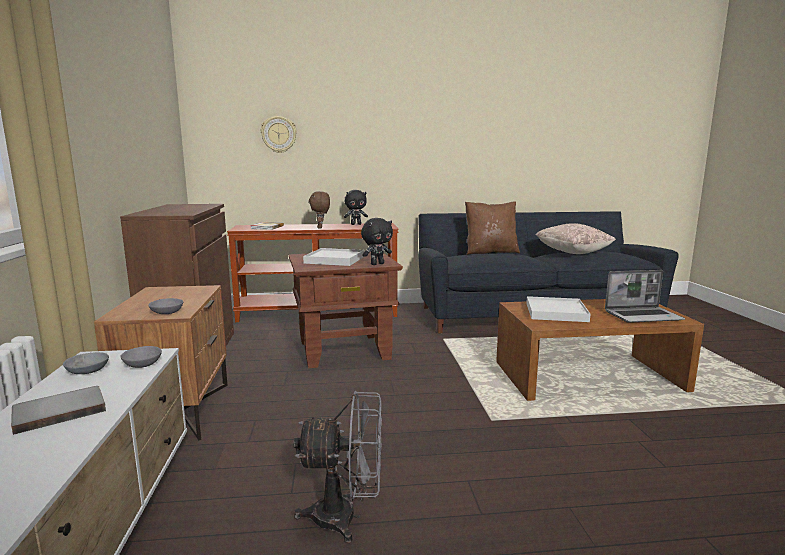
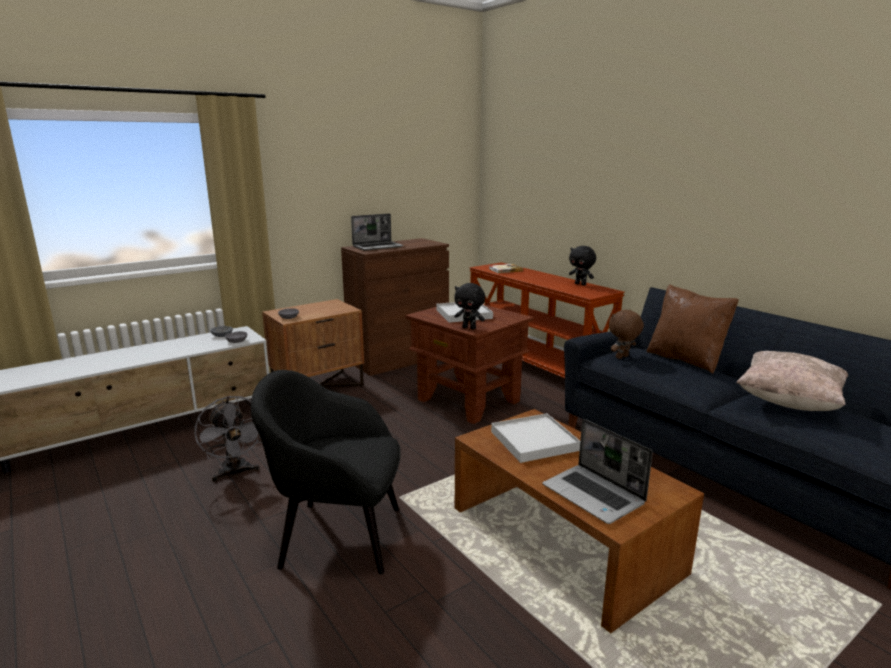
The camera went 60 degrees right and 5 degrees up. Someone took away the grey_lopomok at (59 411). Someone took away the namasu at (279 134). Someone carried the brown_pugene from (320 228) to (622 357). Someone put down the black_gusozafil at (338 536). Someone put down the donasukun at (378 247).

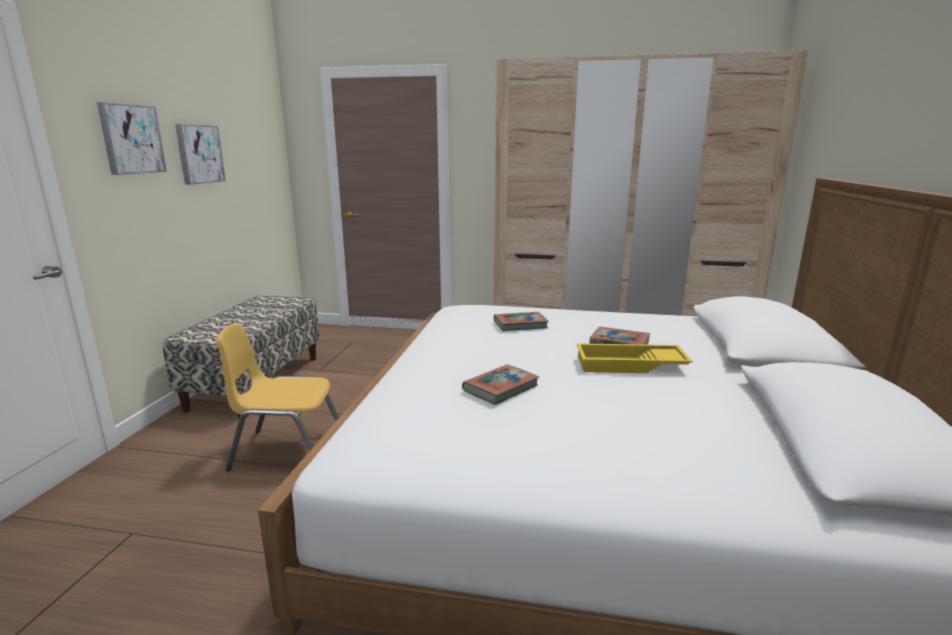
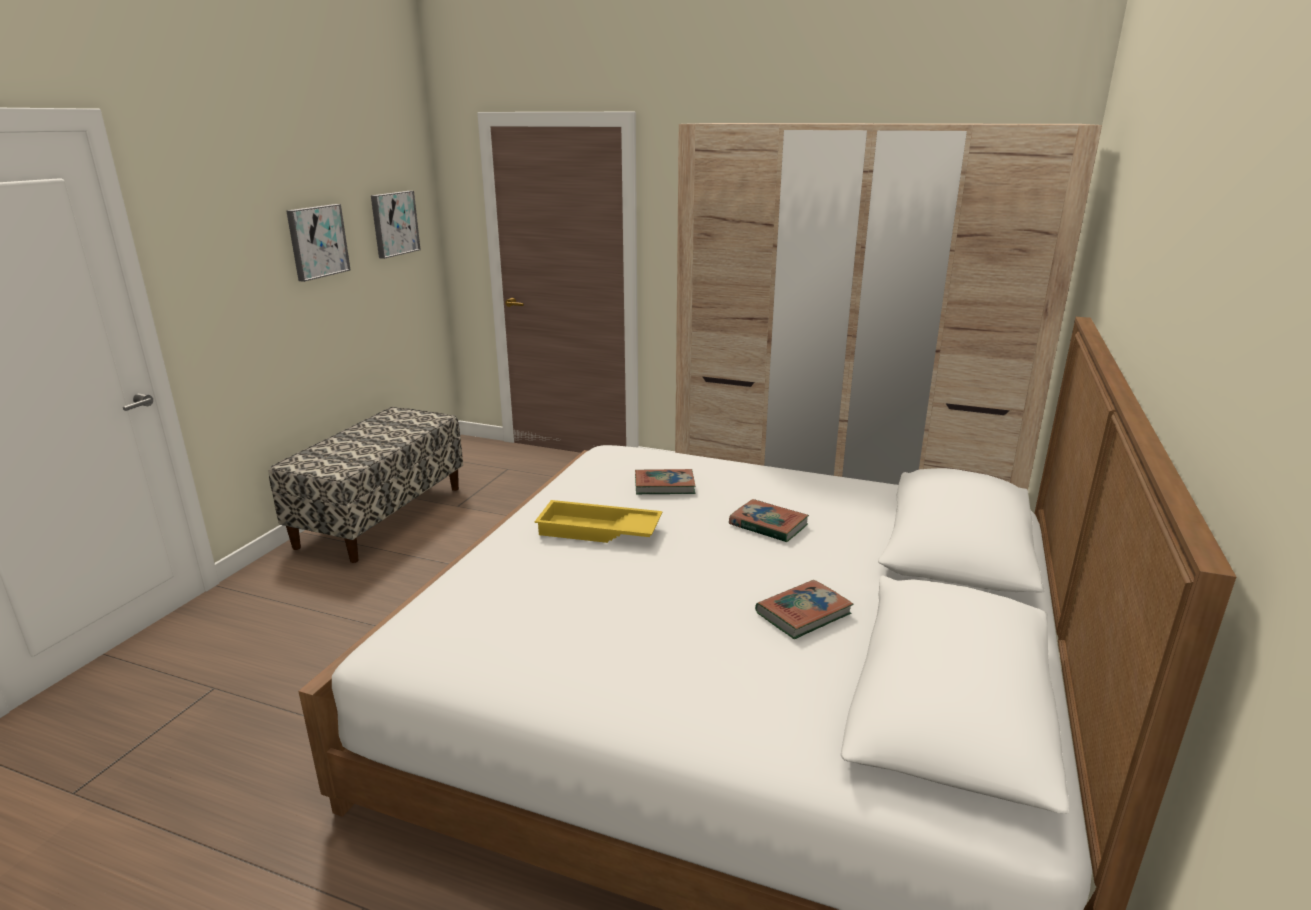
The camera went 10 degrees right and 5 degrees up. Someone carried the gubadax from (131 139) to (394 223). Someone took away the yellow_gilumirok at (288 450). Someone carried the lopomok from (500 388) to (803 613). Someone carried the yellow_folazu from (630 365) to (597 531).

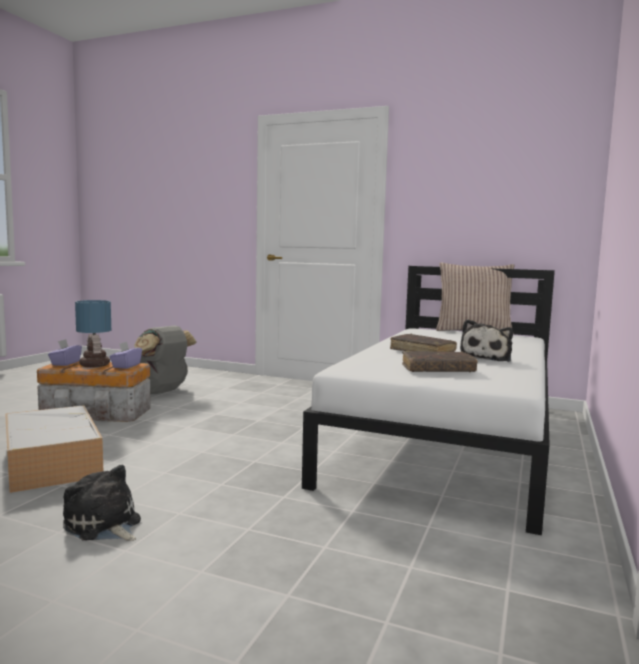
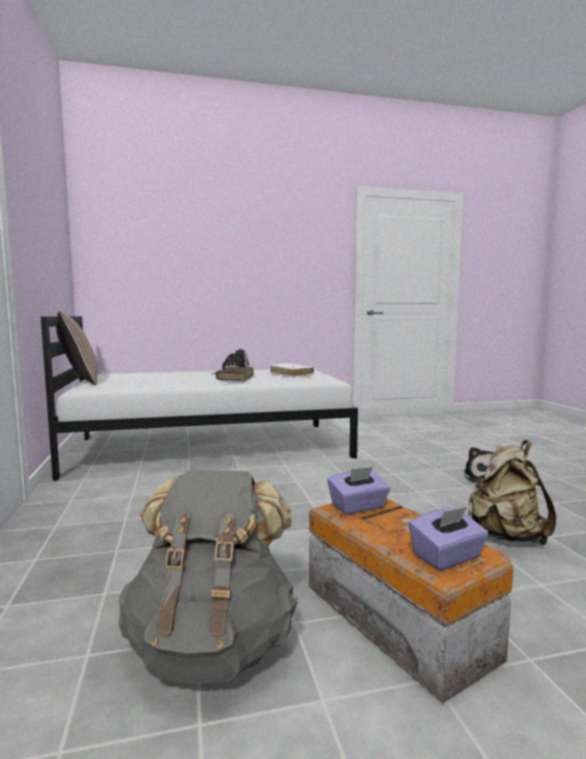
The camera went 125 degrees left and 0 degrees up. Someone swapped the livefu at (51 461) for the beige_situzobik at (506 536). Someone took away the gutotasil at (95 365). Someone repainted the brown_lopomok at (437 370), which became the white_lopomok at (291 374).

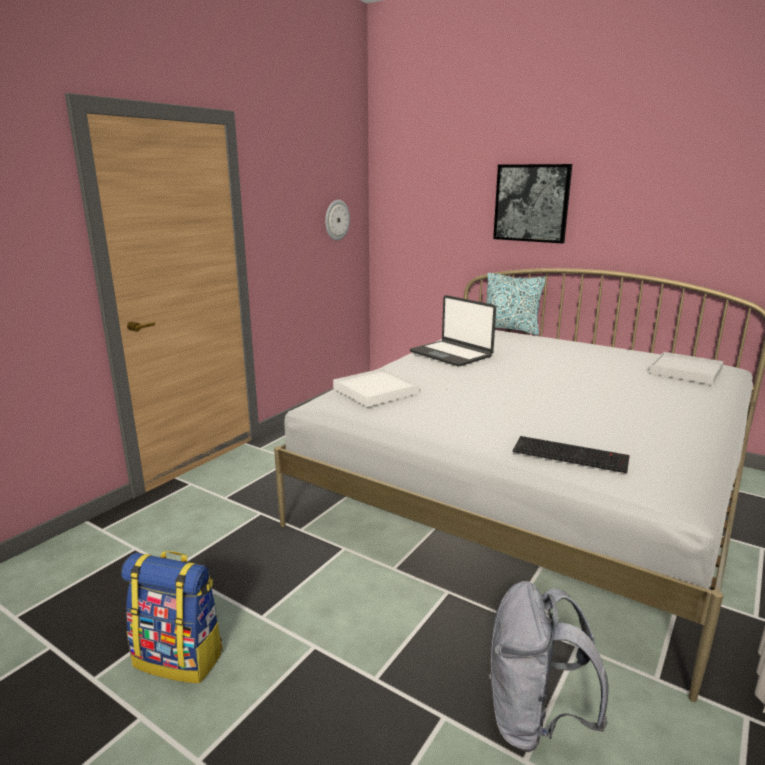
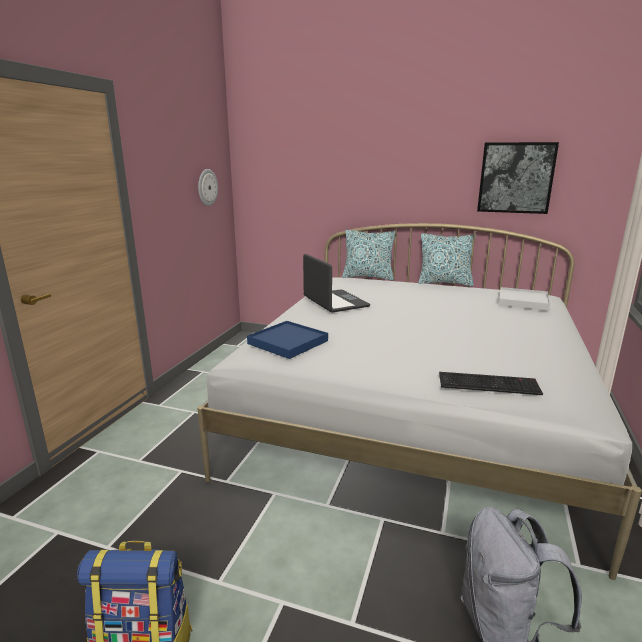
The camera went 15 degrees left and 0 degrees up. Someone repainted the white_folazu at (375 391), which became the blue_folazu at (288 342). Someone rotated the donasukun at (451 354) by 150 degrees counterclockwise. Someone carried the gubadax from (531 203) to (515 178). Someone put down the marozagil at (444 283).

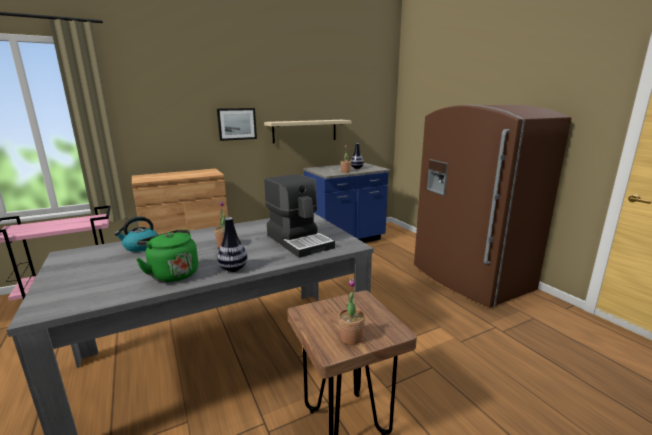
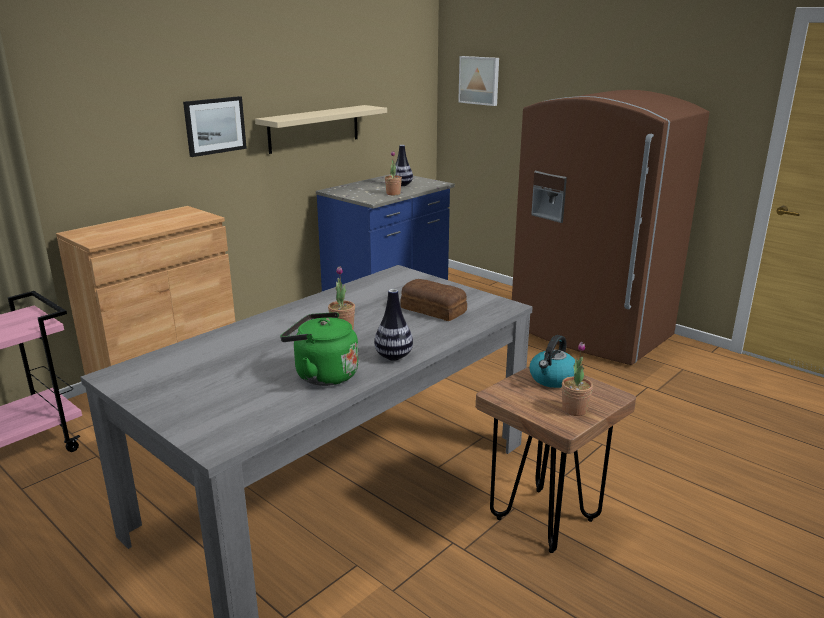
The camera went 20 degrees left and 5 degrees up. Someone carried the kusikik from (141 247) to (552 379). Someone swapped the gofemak at (300 241) for the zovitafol at (433 309). Someone put up the gubadax at (479 80).

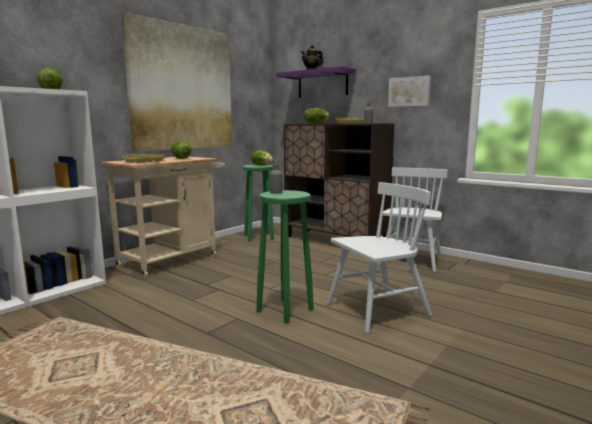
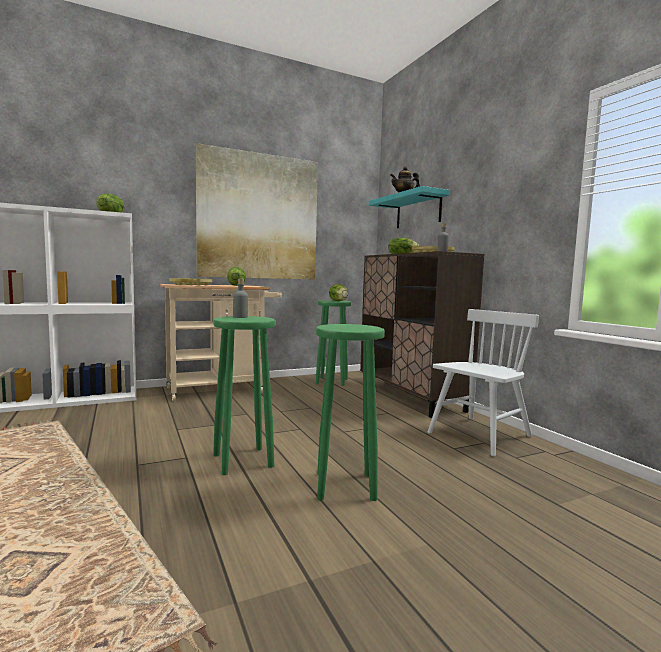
The camera went 25 degrees right and 5 degrees down. Someone repainted the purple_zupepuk at (322 84), which became the turquoise_zupepuk at (418 211). Someone swapped the white_gilumirok at (377 310) for the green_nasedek at (345 486). Someone took away the gubadax at (409 91).

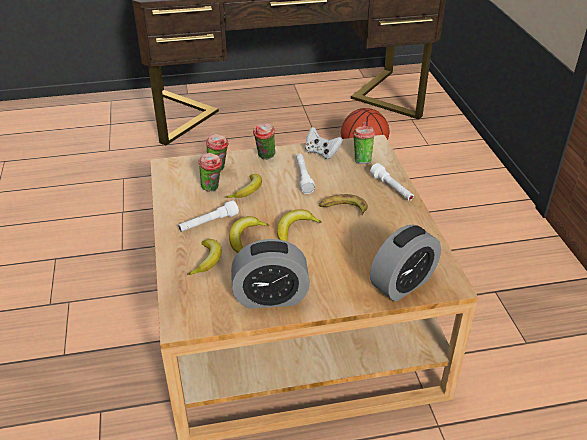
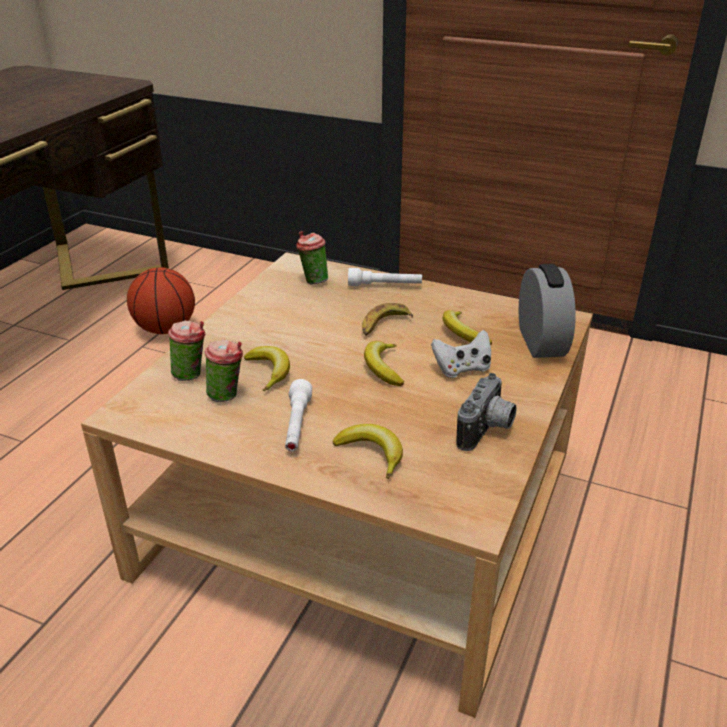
The camera went 55 degrees left and 5 degrees down. Someone carried the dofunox from (245 237) to (462 333). Someone swapped the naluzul at (270 297) for the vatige at (487 431). Someone took away the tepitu at (265 157). Someone took away the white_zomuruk at (303 177). Someone carried the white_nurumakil from (321 153) to (462 369).

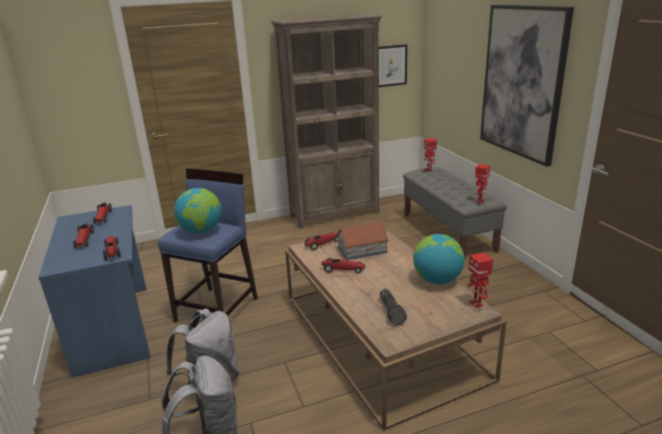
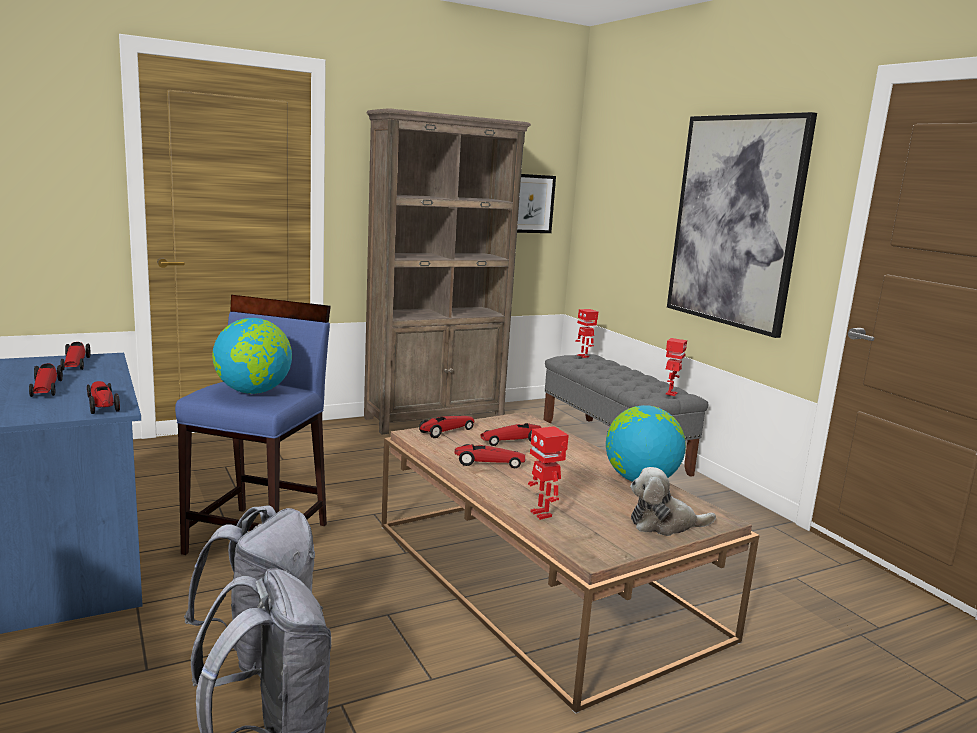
The camera went 10 degrees left and 10 degrees down. Someone swapped the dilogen at (361 250) for the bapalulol at (511 441). Someone took away the zomuruk at (392 312). Someone carried the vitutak from (476 304) to (542 514). Someone put down the pugene at (664 524).

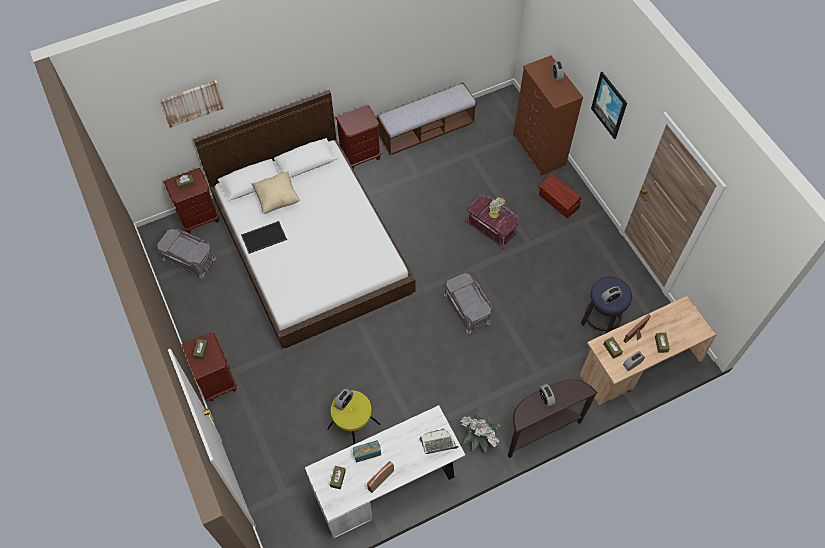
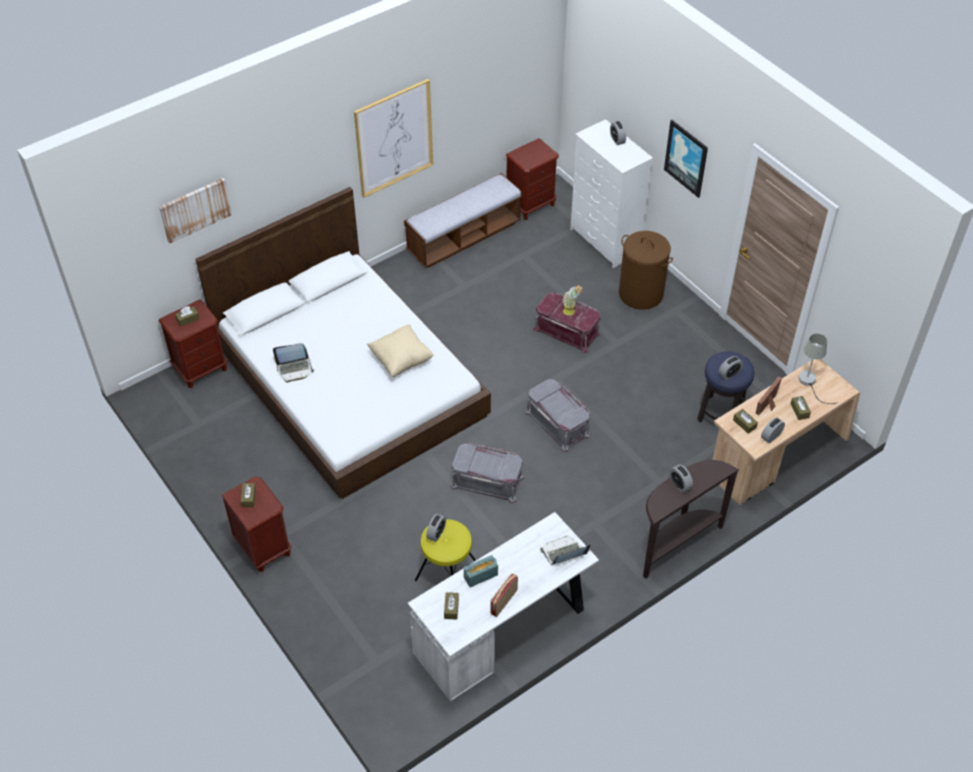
The camera went 10 degrees left and 10 degrees down. Someone carried the grey_livefu from (189 259) to (487 481). Someone swapped the folazu at (264 236) for the donasukun at (295 369). Someone carried the beige_marozagil from (277 198) to (401 359). Someone carried the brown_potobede from (361 156) to (531 204). Someone took away the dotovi at (479 439). Someone repainted the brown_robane at (538 151), which became the white_robane at (605 242). Someone swapped the brown_livefu at (558 202) for the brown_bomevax at (641 293). Someone put up the gubadax at (394 138). Someone put down the grey_gutotasil at (810 383).

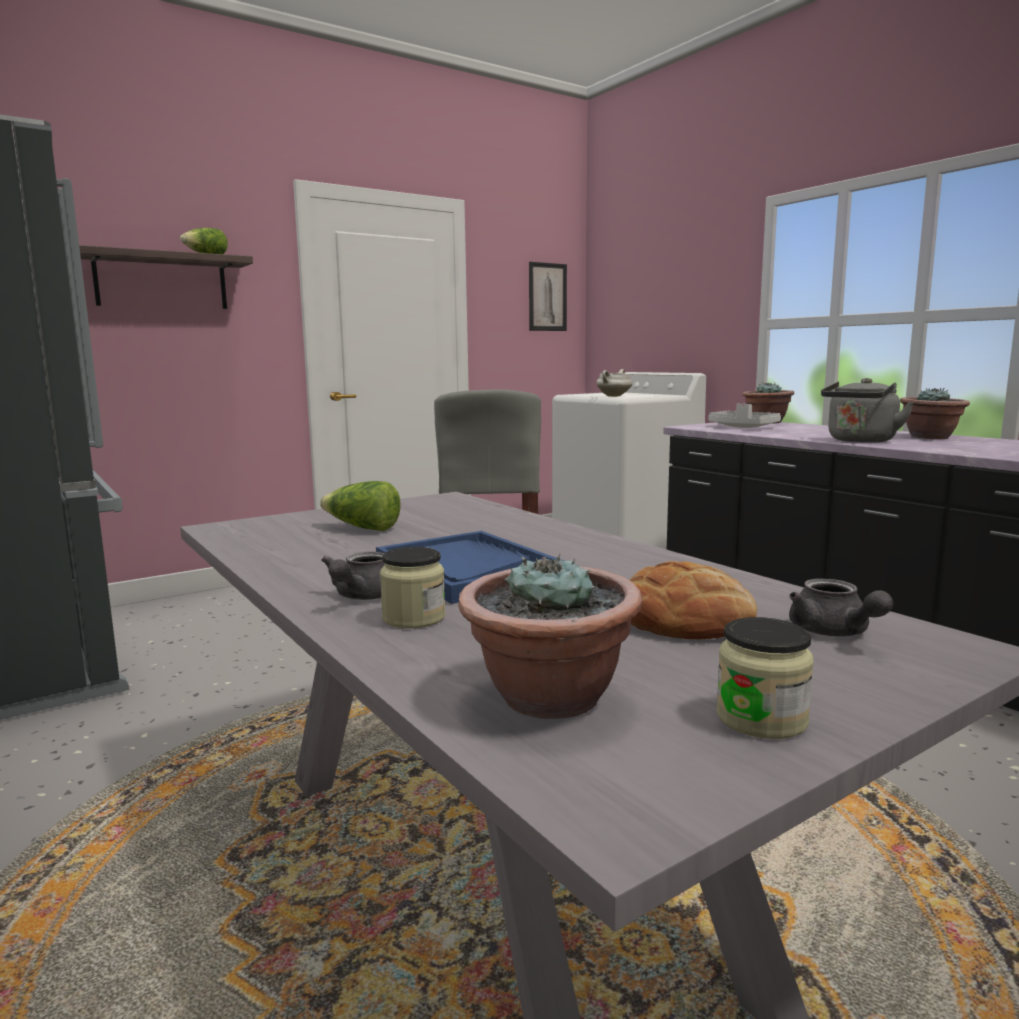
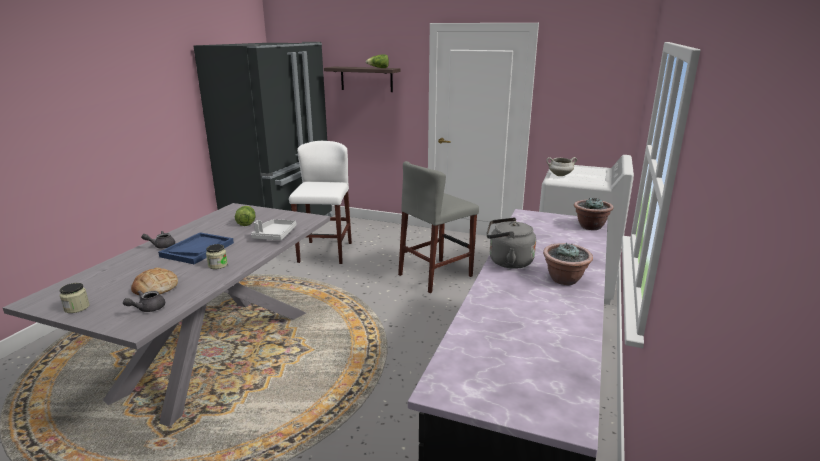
The camera went 55 degrees right and 10 degrees up. Someone carried the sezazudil from (413 618) to (218 265). Someone took away the dotovi at (550 698). Someone took away the gubadax at (547 297). Someone carried the grey_folazu from (742 427) to (274 235). Someone put down the white_nasedek at (325 252).

